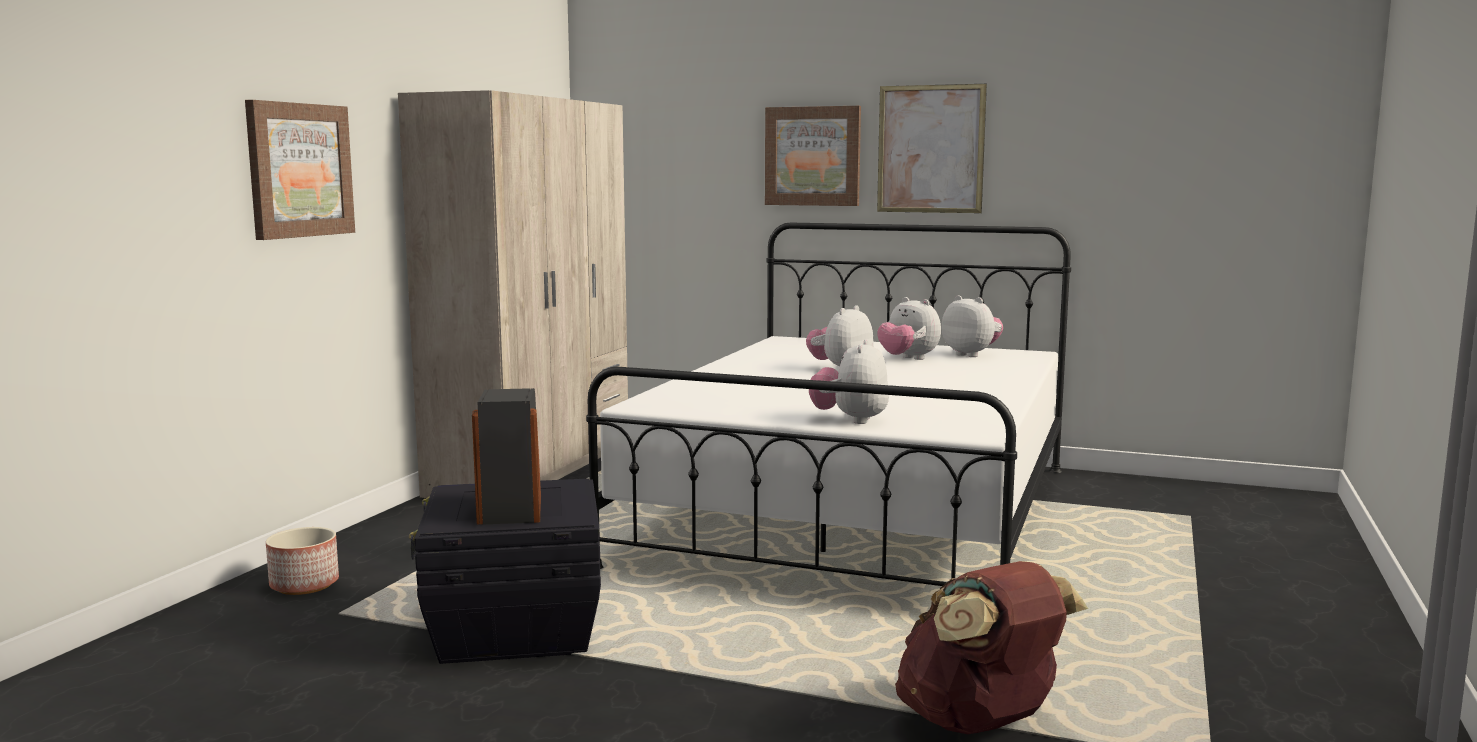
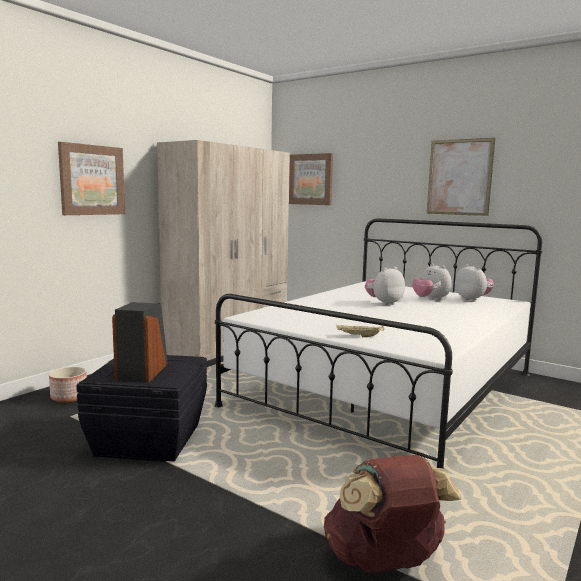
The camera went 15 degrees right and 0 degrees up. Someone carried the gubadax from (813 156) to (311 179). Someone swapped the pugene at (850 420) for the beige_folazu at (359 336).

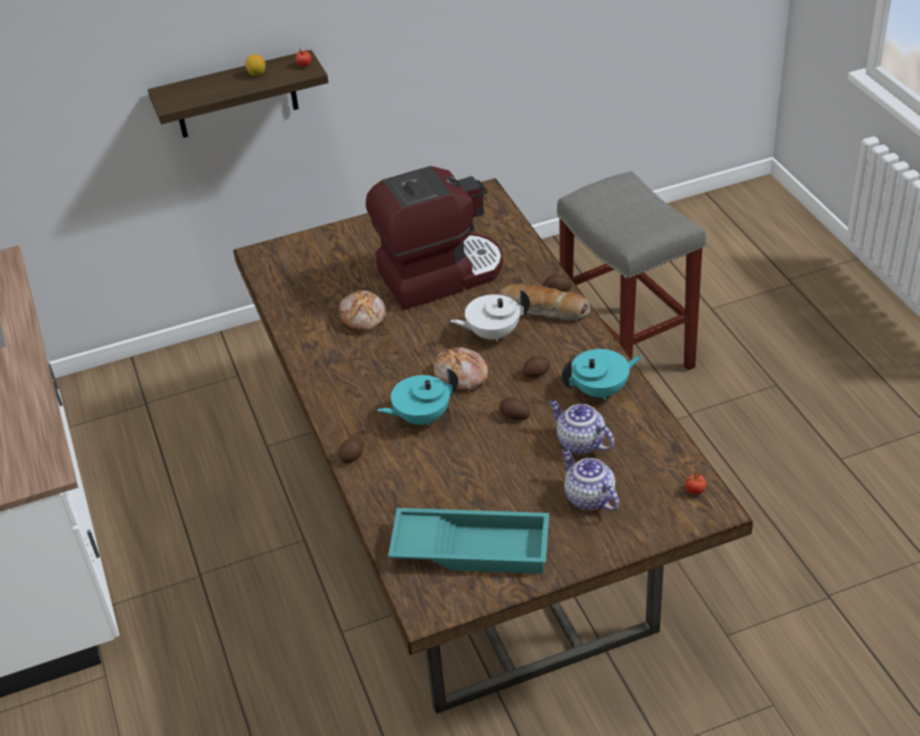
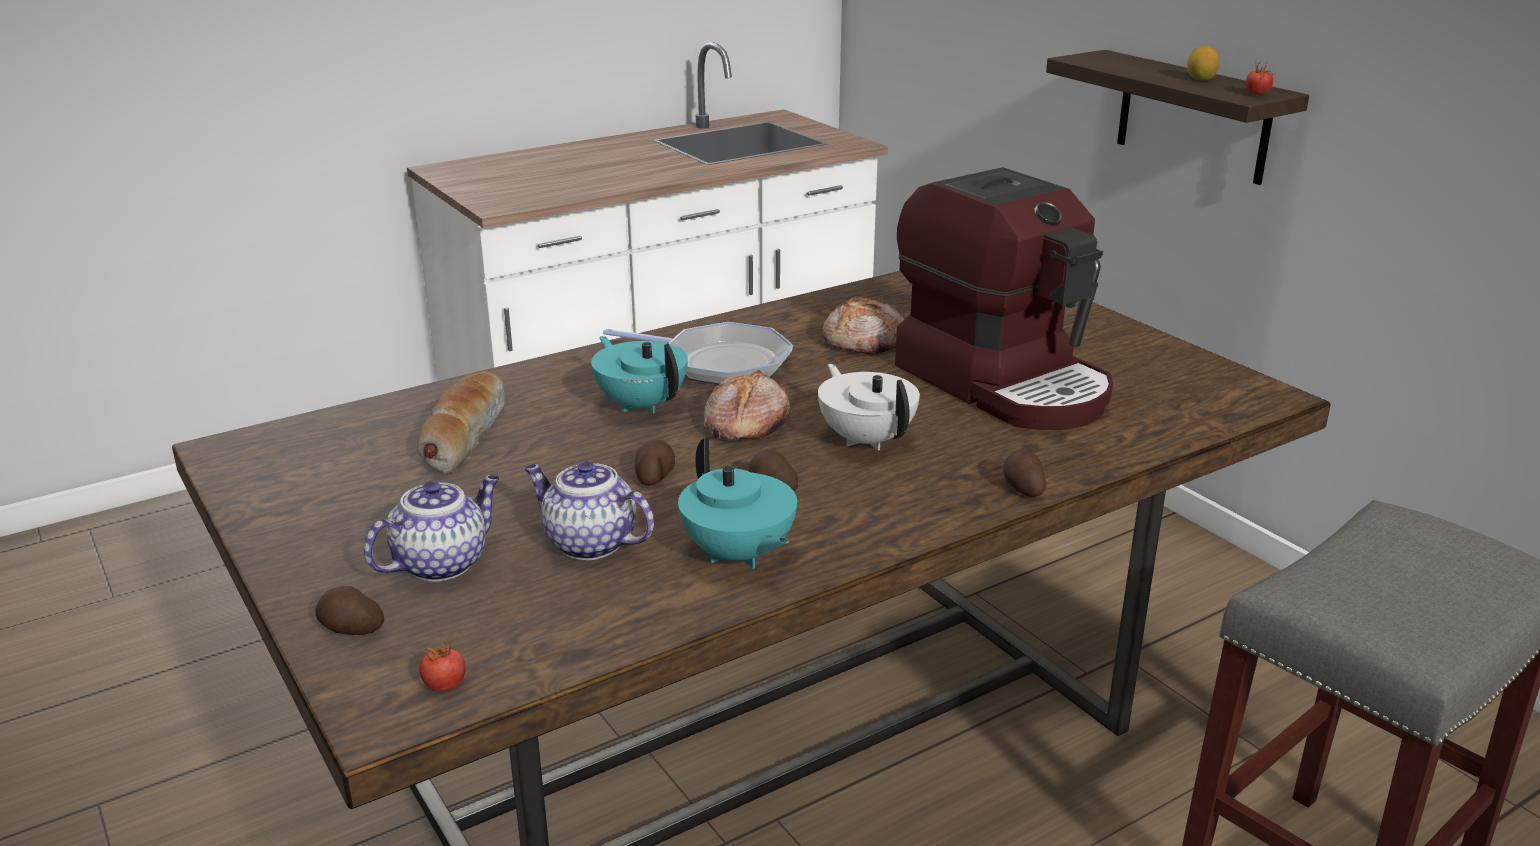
The camera went 75 degrees right and 15 degrees down. Someone carried the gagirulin from (353 456) to (350 629). Someone took away the turquoise_folazu at (472 546). Someone carried the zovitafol from (544 310) to (463 435). Someone rotated the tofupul at (579 442) by 90 degrees counterclockwise. Someone put down the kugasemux at (719 363).

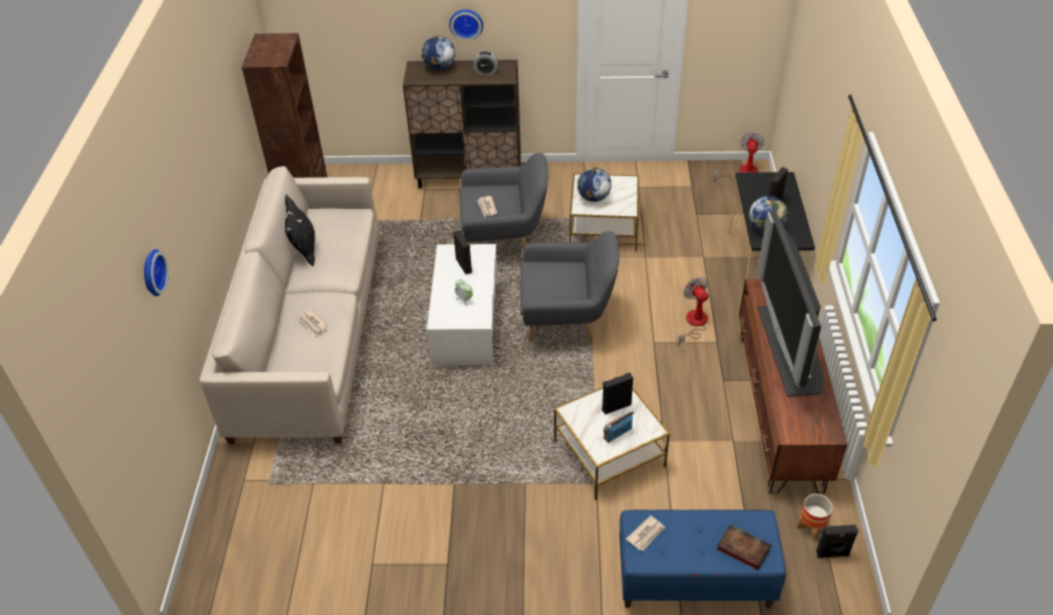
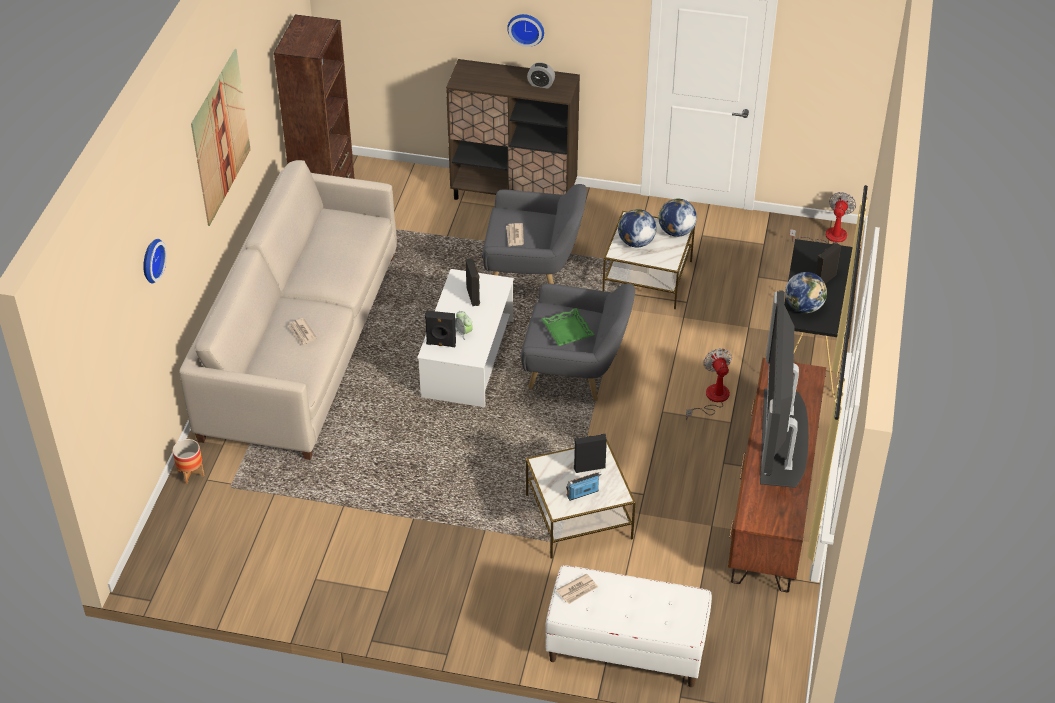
The camera went 10 degrees right and 0 degrees up. Someone took away the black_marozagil at (304 250). Someone carried the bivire from (439 67) to (676 232). Someone repainted the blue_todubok at (694 580), which became the white_todubok at (626 649). Someone took away the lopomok at (742 548). Someone carried the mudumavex from (811 527) to (191 473). Someone carried the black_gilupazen from (833 554) to (441 344). Someone put up the gubadax at (221 137). Someone put down the green_folazu at (568 330).

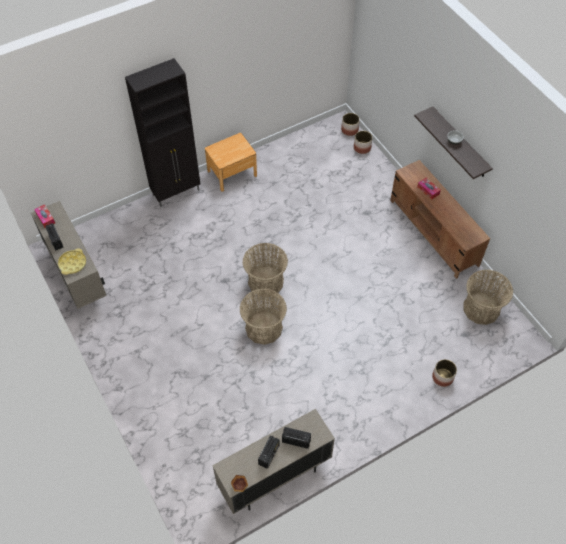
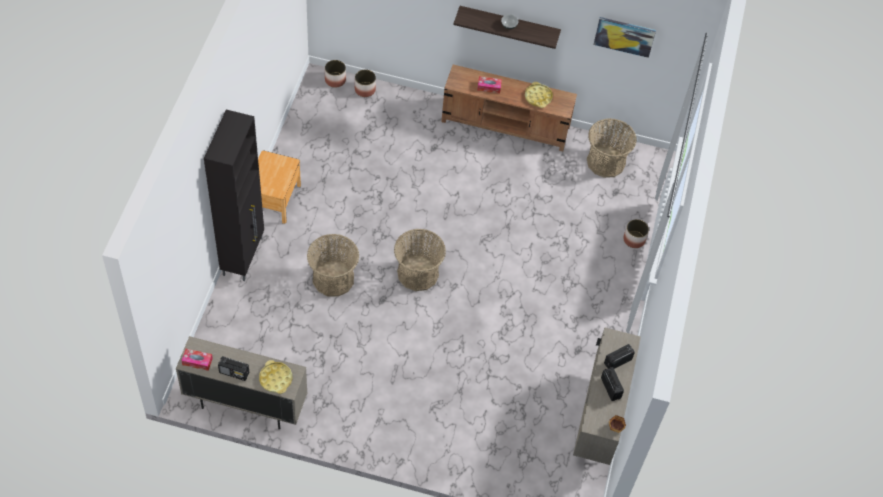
The camera went 50 degrees left and 0 degrees up. Someone carried the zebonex from (264 328) to (333 278). Someone put down the yellow_folazu at (538 97). Someone put up the gubadax at (624 36).

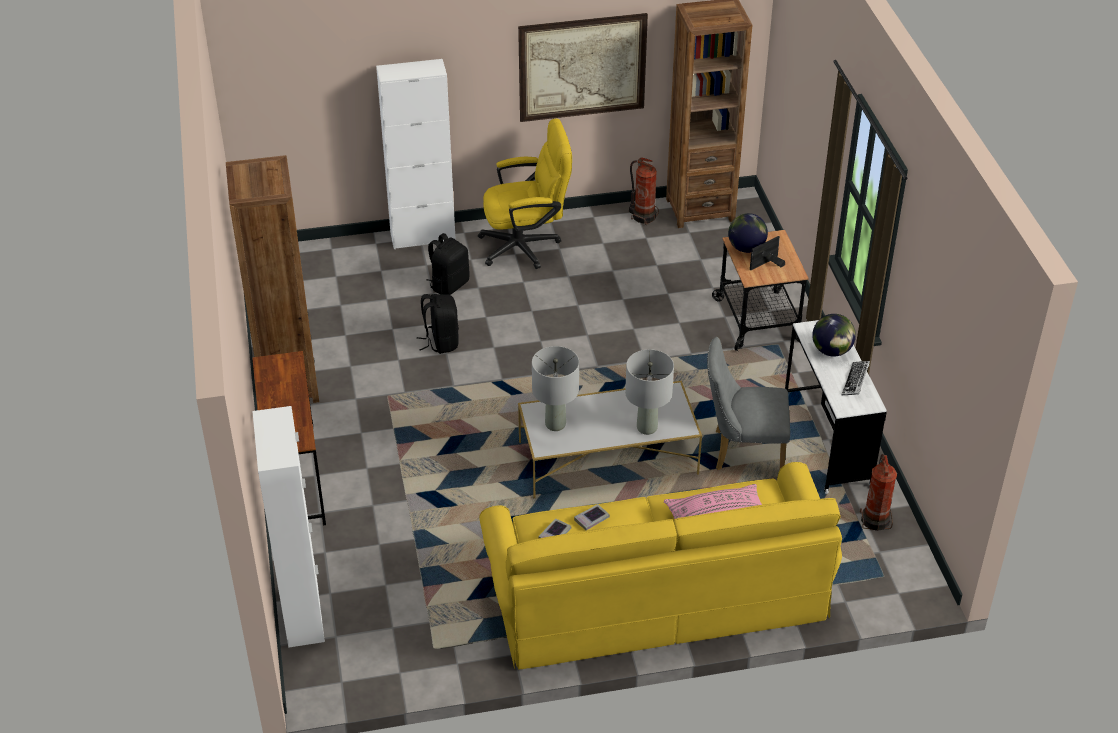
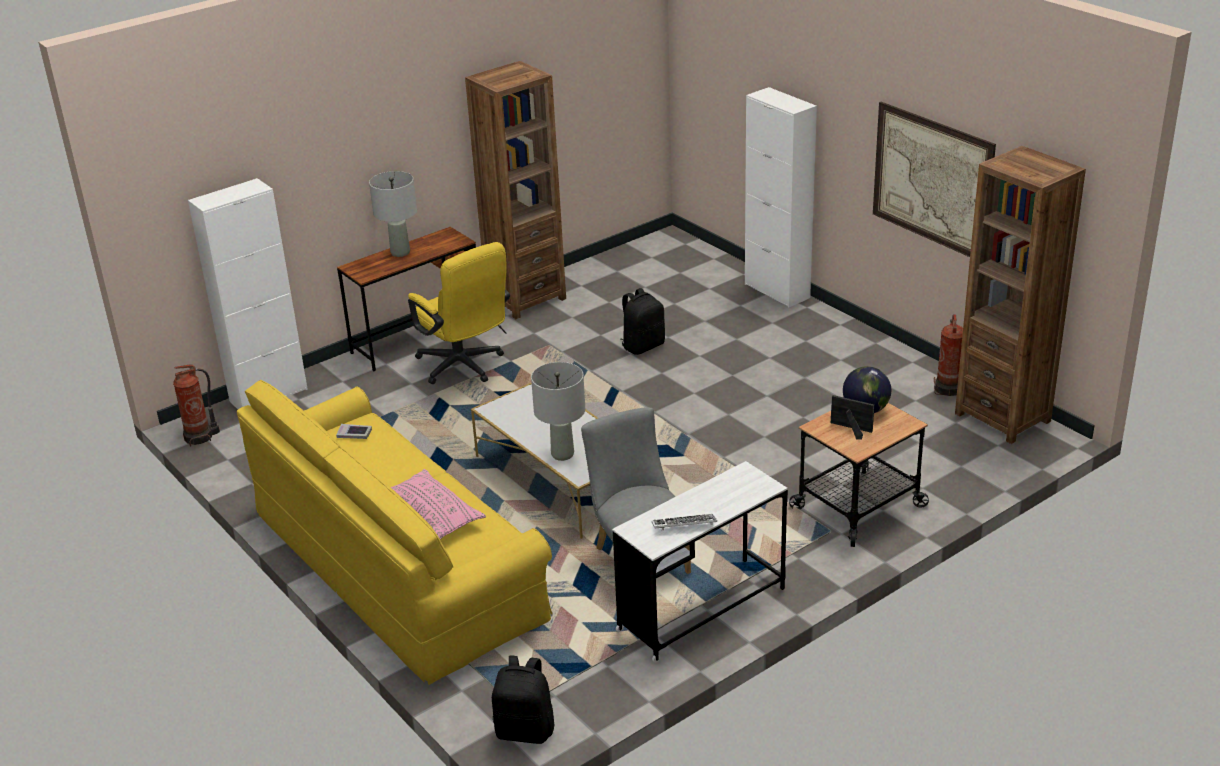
The camera went 65 degrees right and 10 degrees down. Someone carried the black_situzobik from (449 285) to (525 730). Someone carried the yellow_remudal from (527 246) to (464 367). Someone carried the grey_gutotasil from (556 424) to (400 253). Someone took away the lopomok at (591 519). Someone took away the bivire at (831 351). Someone carried the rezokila from (875 519) to (200 437).

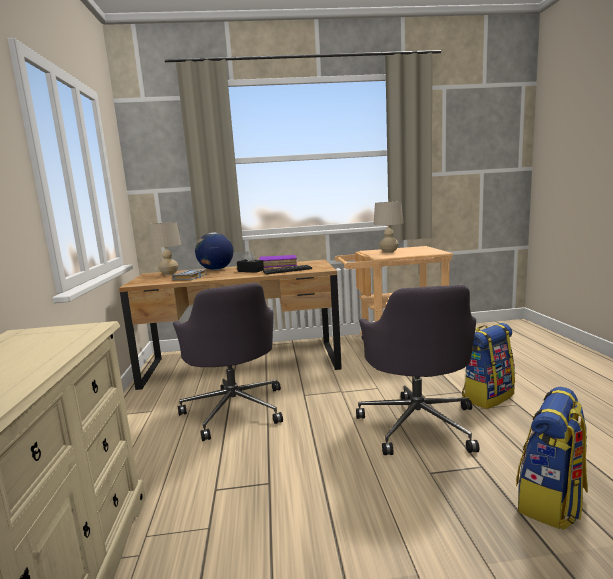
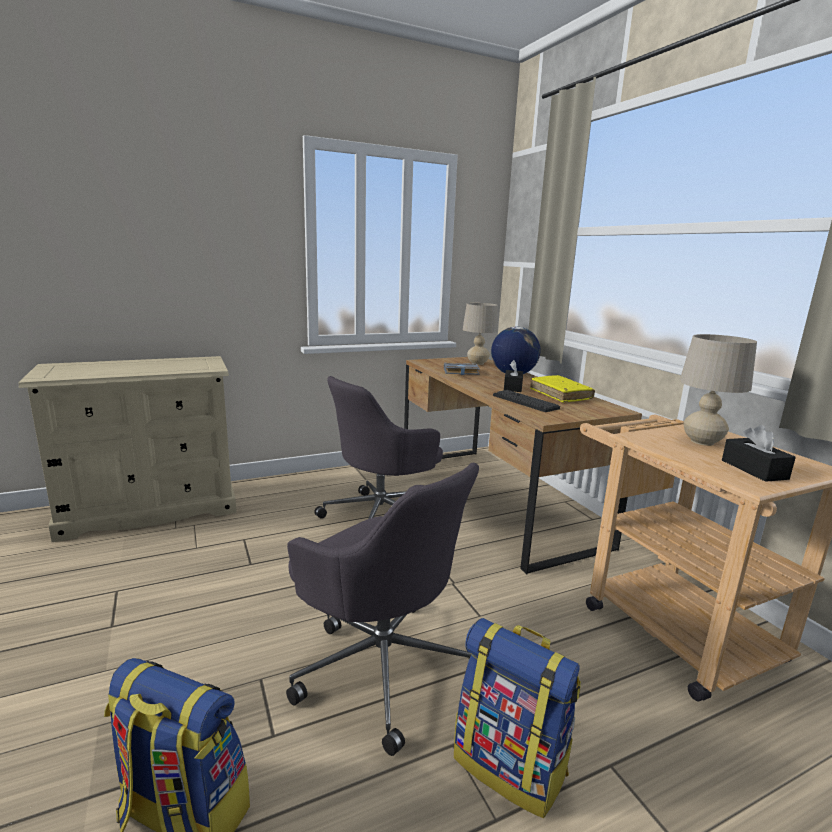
The camera went 70 degrees right and 5 degrees up. Someone repainted the purple_lopomok at (278 265), which became the yellow_lopomok at (560 395). Someone rotated the grey_remudal at (418 423) by 120 degrees counterclockwise. Someone put down the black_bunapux at (754 469).

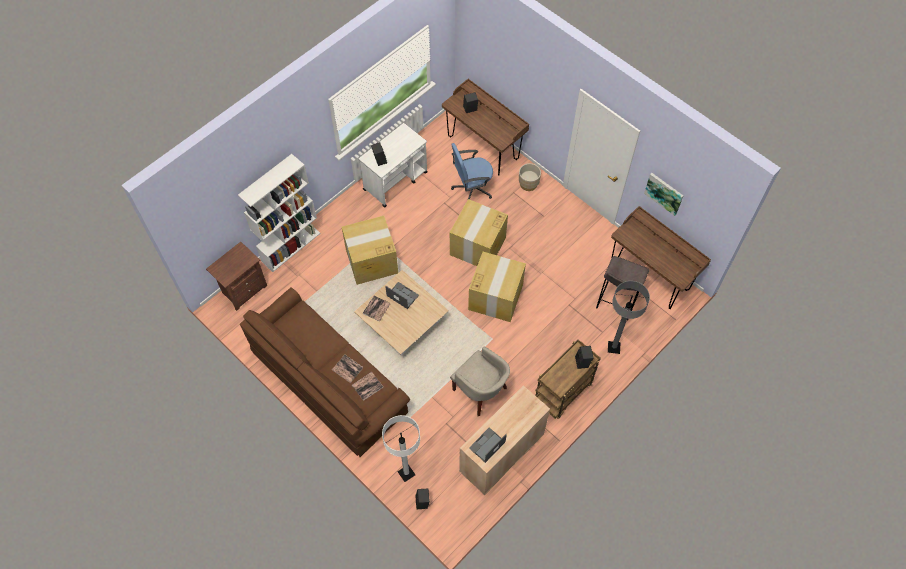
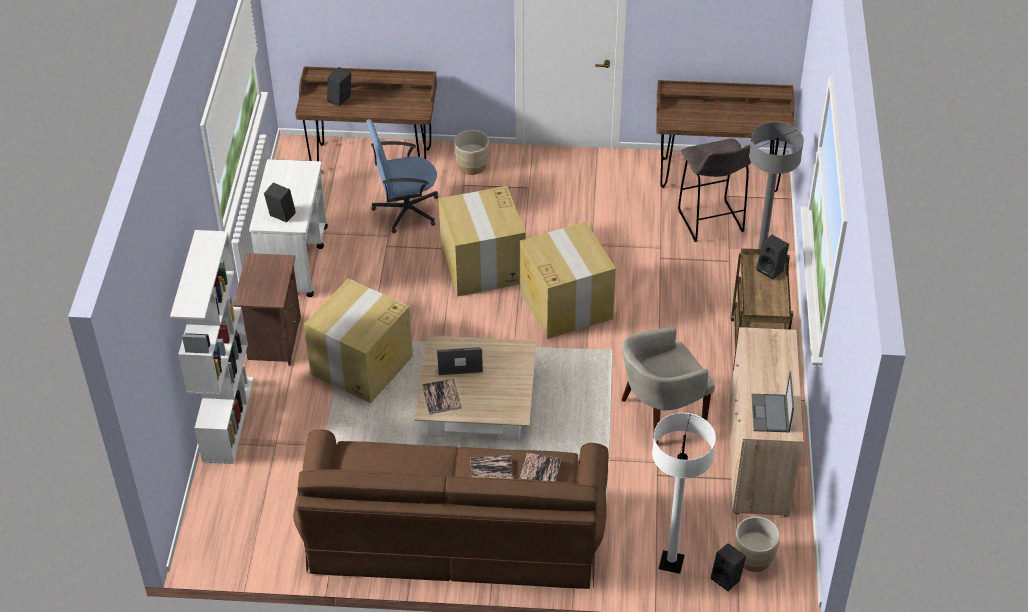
The camera went 40 degrees left and 15 degrees down. Someone carried the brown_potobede from (243 289) to (273 339). Someone rotated the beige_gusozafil at (481 391) by 150 degrees clockwise. Someone rotated the blue_remudal at (472 188) by 45 degrees clockwise. Someone took away the gubadax at (664 193). Someone put down the beige_mudumavex at (754 558).

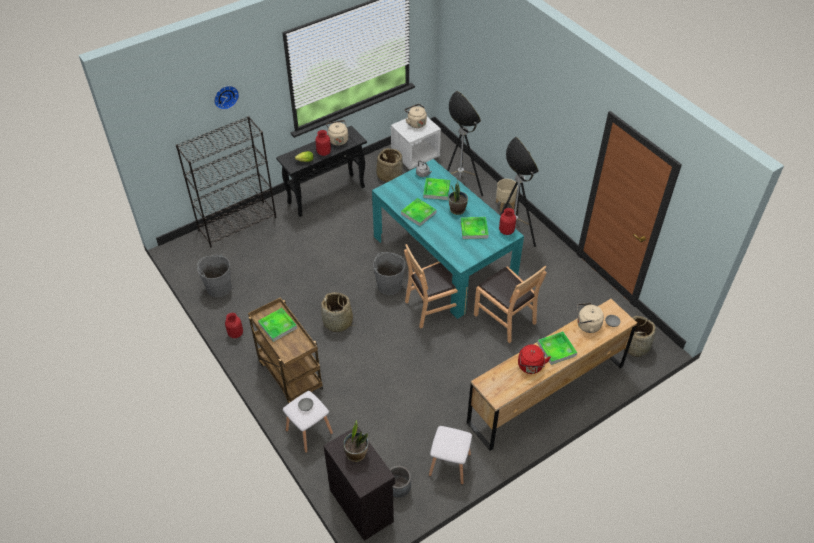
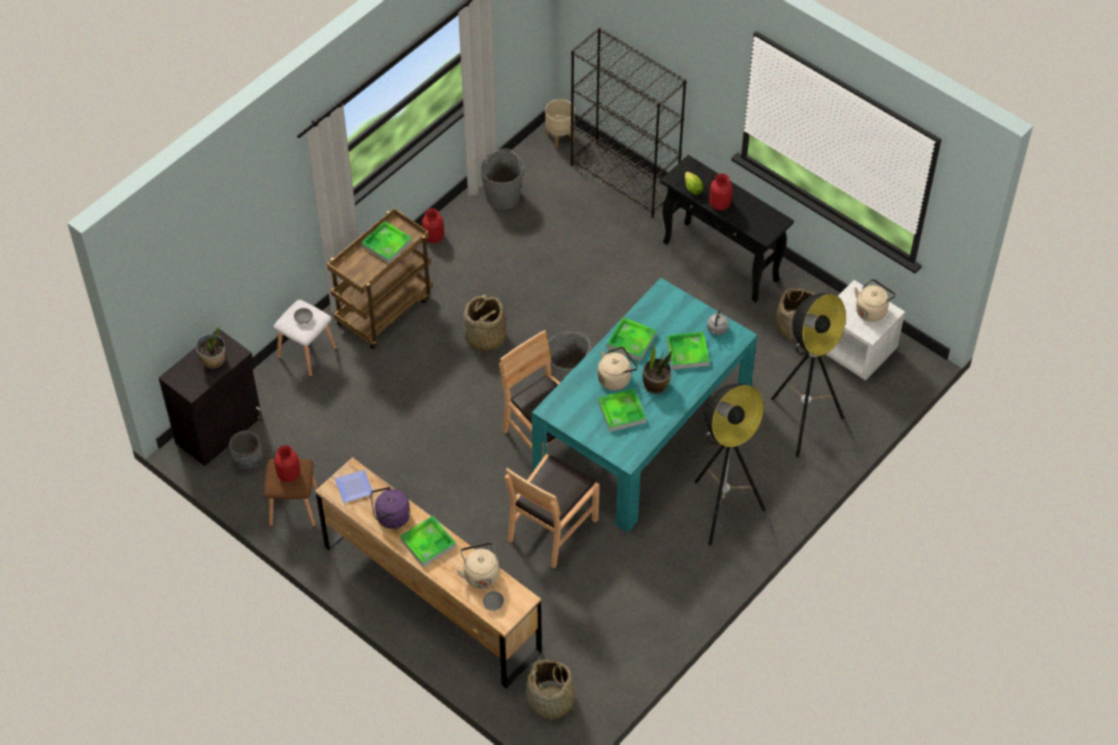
The camera went 75 degrees right and 5 degrees up. Someone took away the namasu at (225 96). Someone carried the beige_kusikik from (337 139) to (616 378). Someone repainted the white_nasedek at (450 465), which became the brown_nasedek at (293 508). Someone carried the beige_mudumavex from (504 205) to (560 137). Someone carried the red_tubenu from (506 231) to (289 474). Someone repainted the red_kusikik at (530 367), which became the purple_kusikik at (390 518). Someone put down the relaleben at (352 487).

